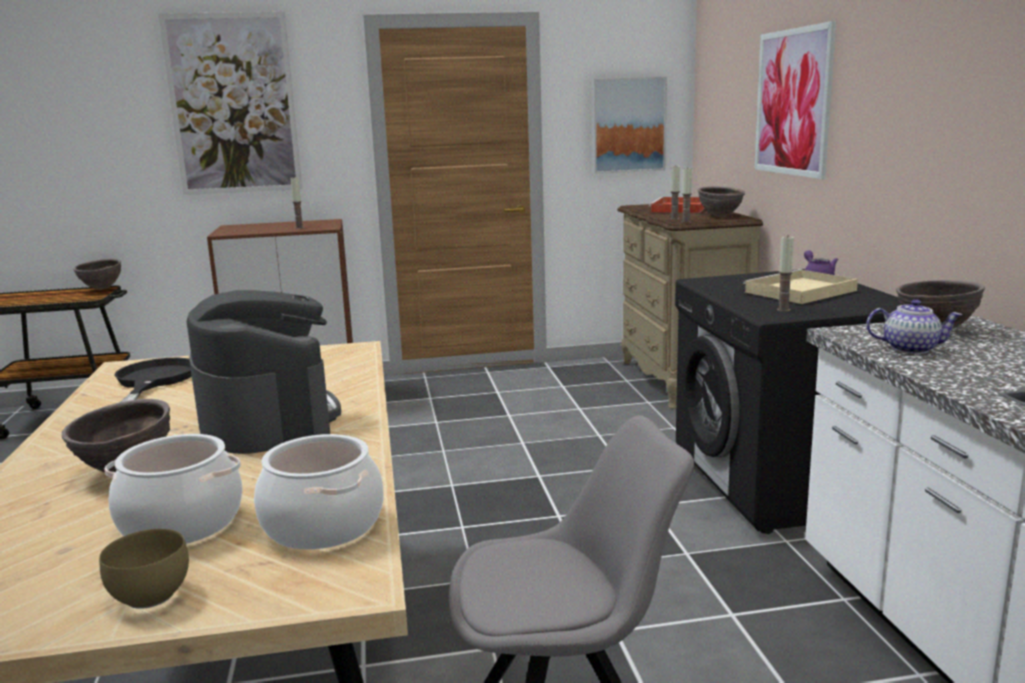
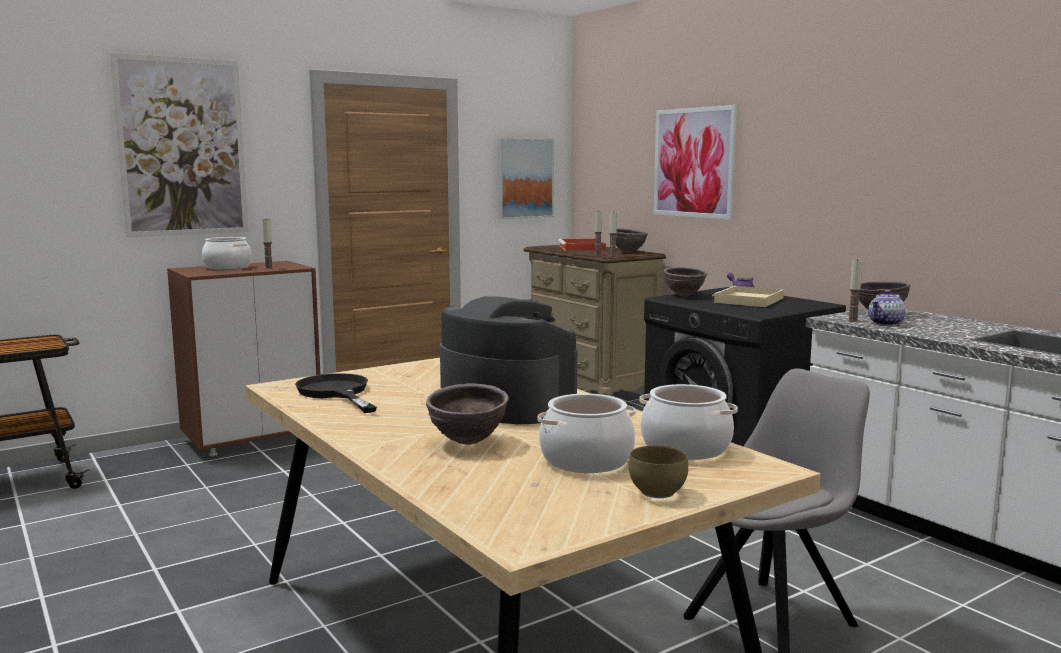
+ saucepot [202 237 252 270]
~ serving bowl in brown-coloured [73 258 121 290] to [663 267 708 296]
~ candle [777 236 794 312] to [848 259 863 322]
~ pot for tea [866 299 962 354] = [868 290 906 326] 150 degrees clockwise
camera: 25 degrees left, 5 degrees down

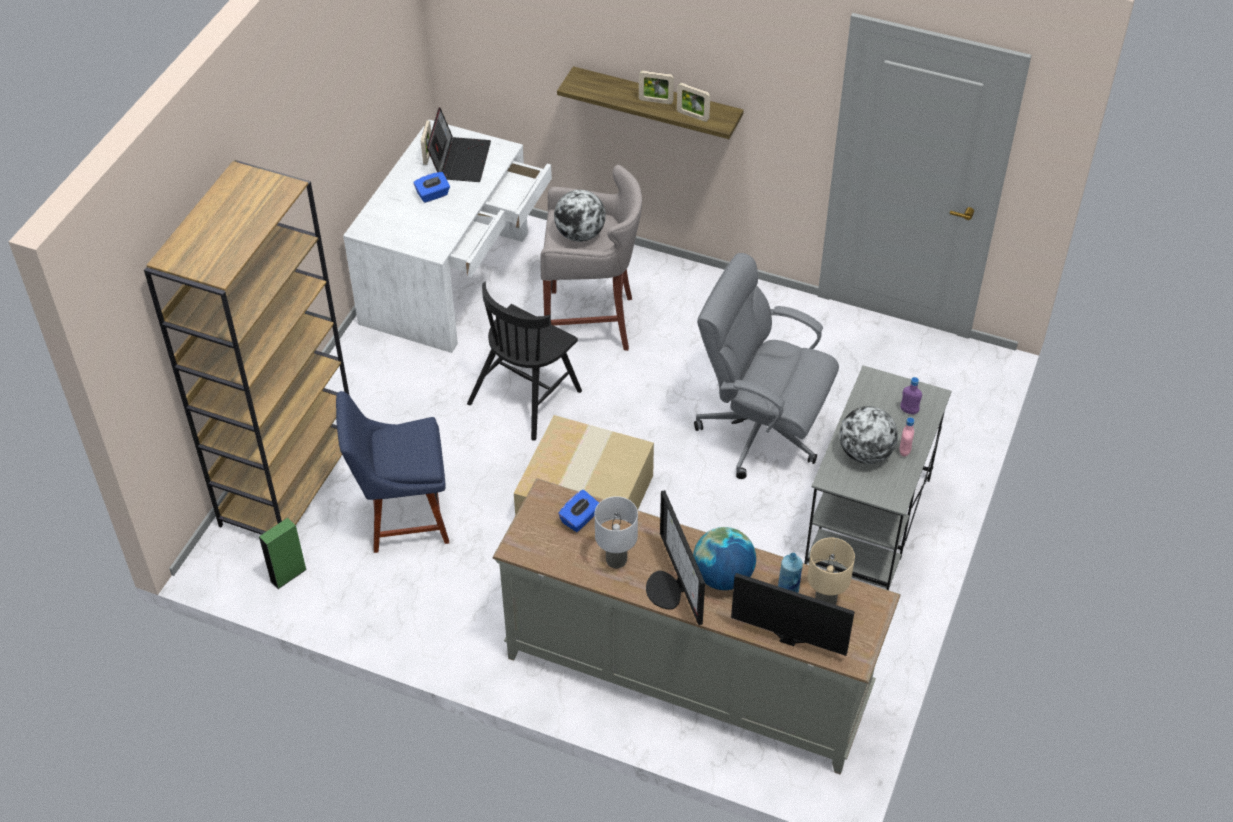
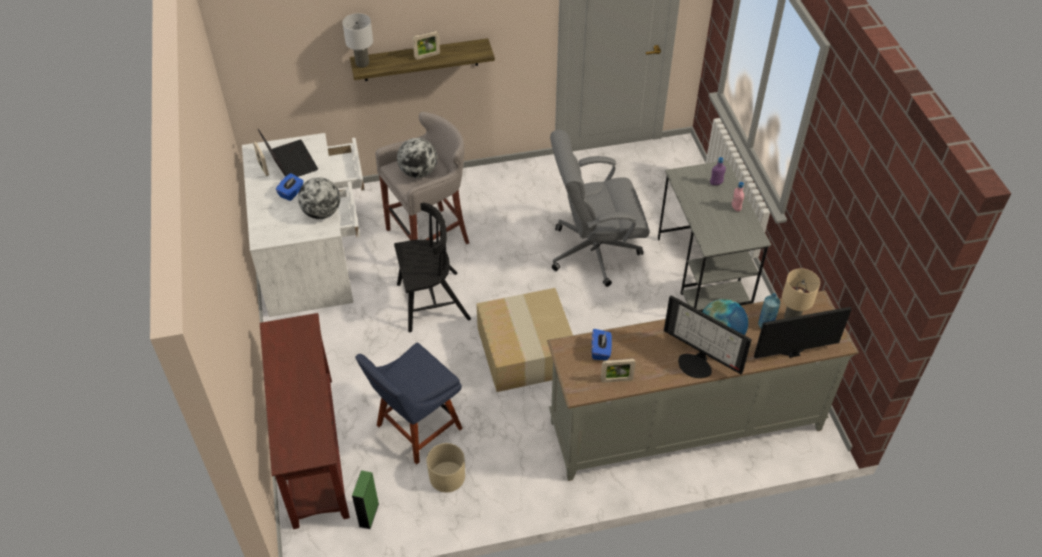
~ bookcase in brown-coloured [144 160 350 535] to narrow table in brown-coloured [260 313 350 529]
~ desk globe [839 406 898 464] to [298 177 340 219]
~ table lamp in white-coloured [595 496 638 569] to [342 13 373 68]
~ upright chair in black-coloured [467 281 582 441] = [394 202 471 332] 105 degrees counterclockwise
+ planter in beige-coloured [427 443 465 493]
~ standing frame [677 83 710 122] to [601 358 635 383]
camera: 35 degrees left, 0 degrees up

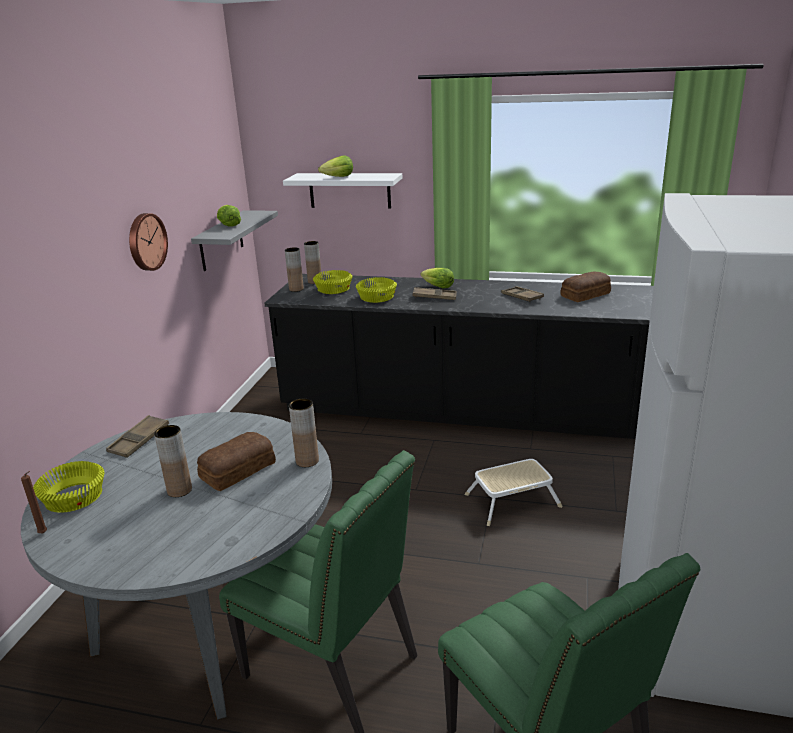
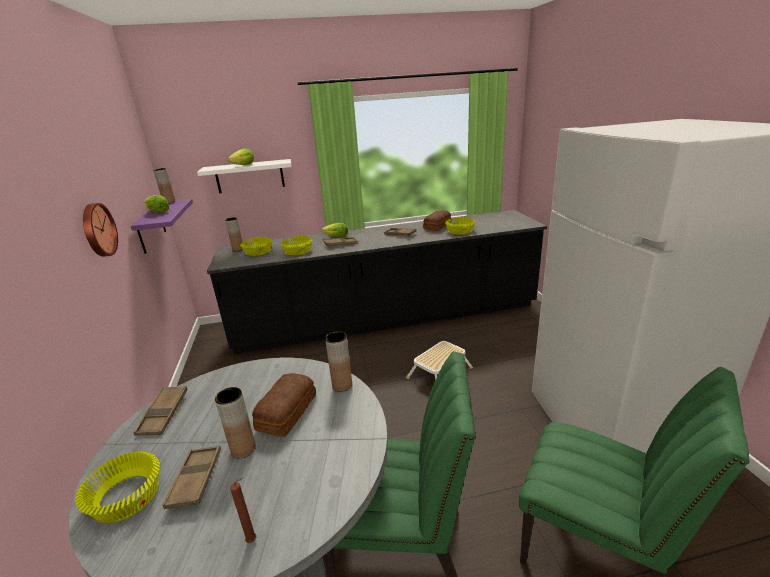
~ wall shelf in grey [191 210 278 271] to wall shelf in purple-coloured [131 199 193 254]
~ vase in brown-coloured [285 247 304 292] to [153 168 176 204]
+ tray in brown-coloured [163 446 221 509]
~ candle in brown-coloured [21 471 47 533] to [230 477 256 543]
+ serving bowl in yellow-coloured [445 217 475 235]
camera: 25 degrees left, 0 degrees up

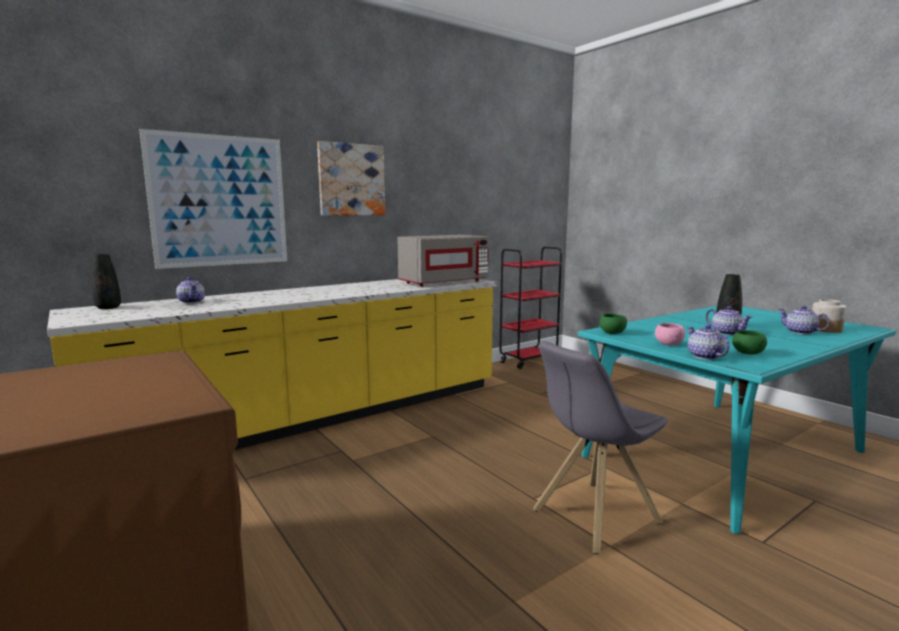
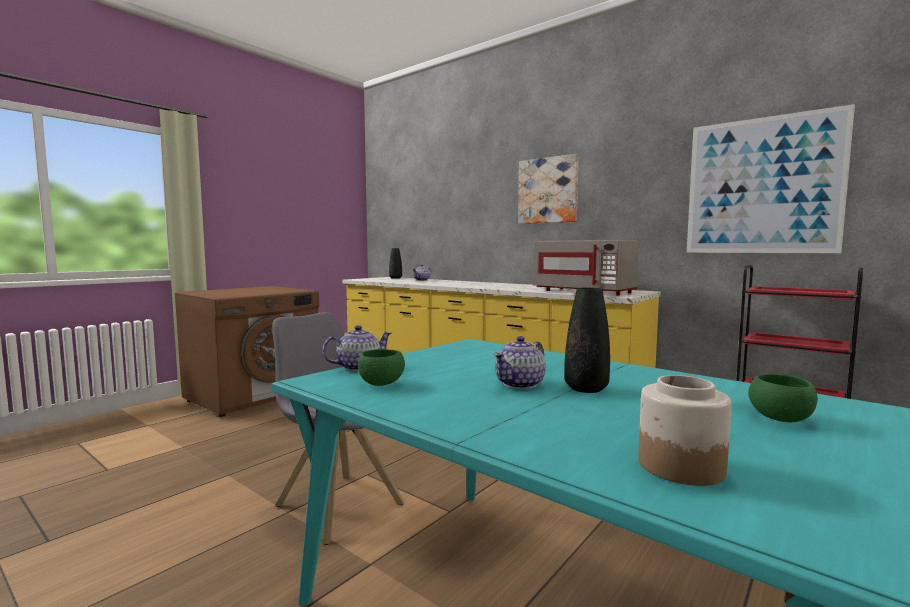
~ wall art [139 129 287 269] to [687 104 855 253]
~ serving bowl in green-coloured [600 314 627 334] to [748 374 818 422]
- serving bowl in pink-coloured [655 323 685 346]
- pot for tea [778 306 830 334]
camera: 75 degrees right, 5 degrees down

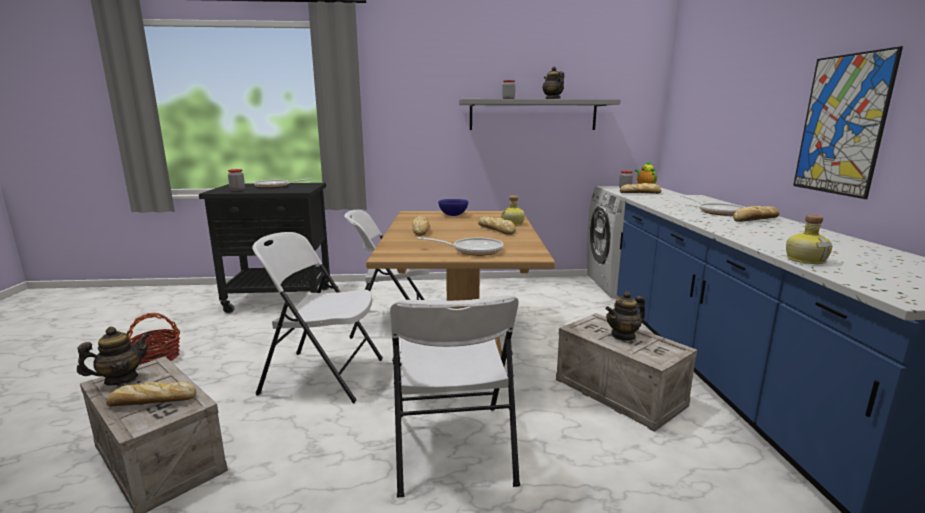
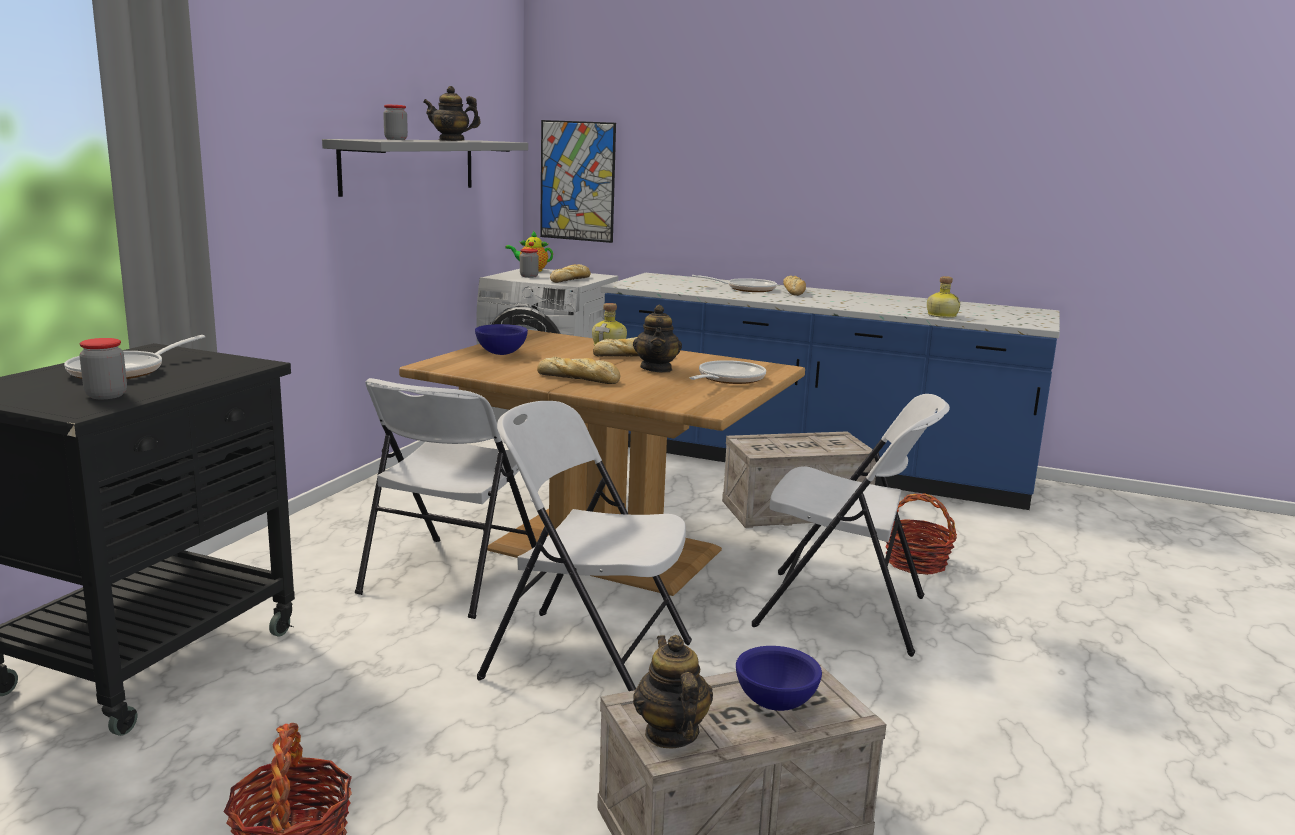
~ upright chair in white-coloured [252 232 383 404] = [477 401 692 691] 75 degrees clockwise
~ wall art [793 46 903 199] to [540 120 616 243]
~ pot for tea [605 291 645 341] to [633 305 682 373]
~ bakery bread [106 382 196 407] to serving bowl in blue-coloured [736 646 822 711]
+ basket [885 493 957 575]
camera: 65 degrees left, 0 degrees up

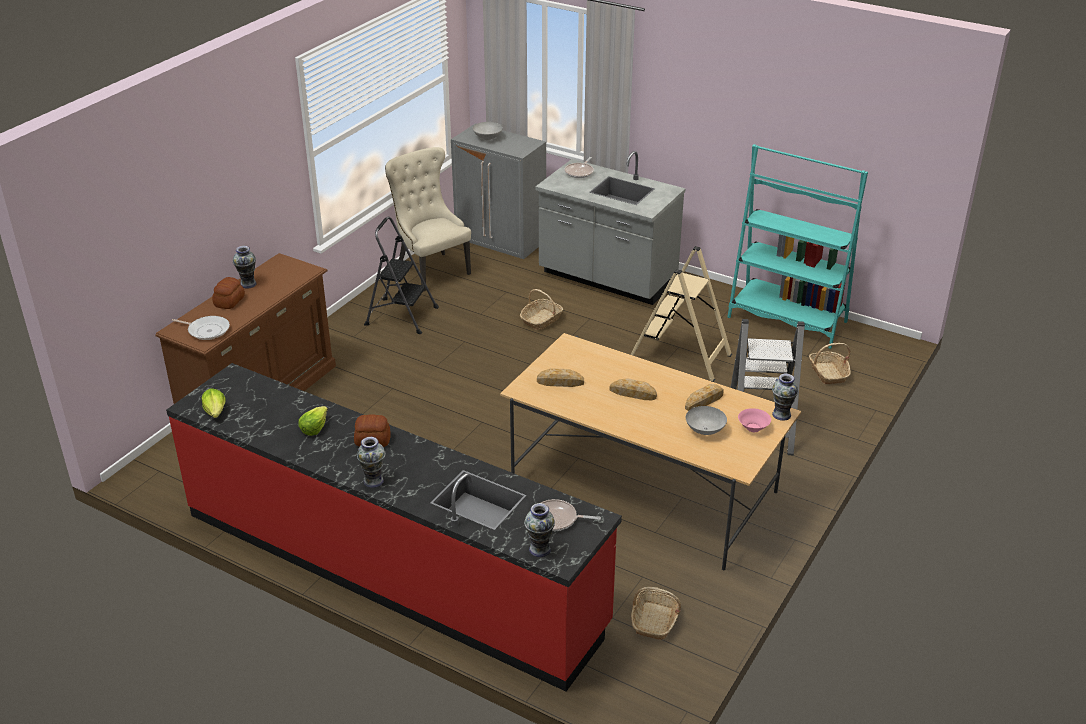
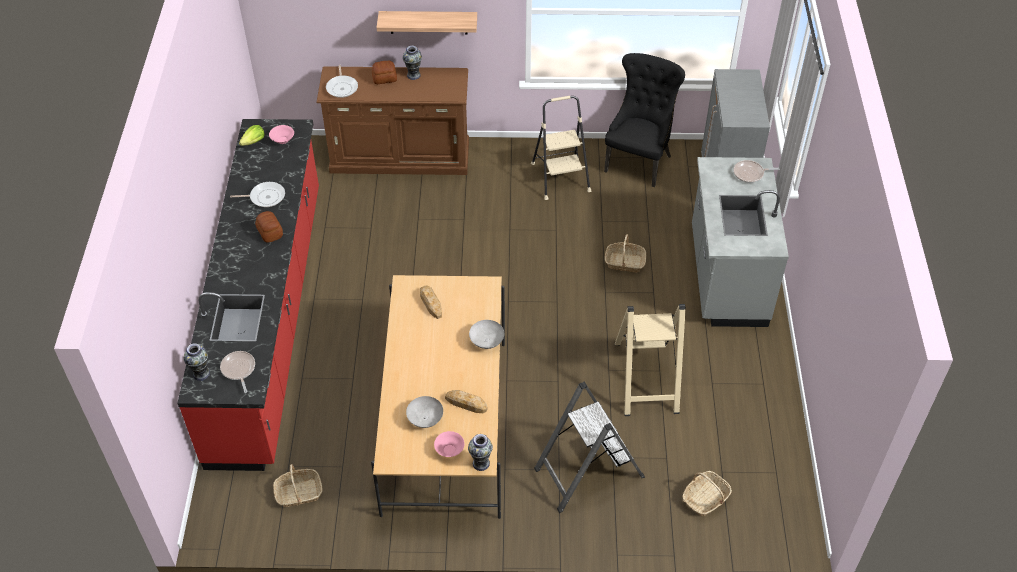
~ lettuce [298 406 328 436] to frying pan [230 182 285 207]
+ serving bowl in pink-coloured [269 125 294 144]
+ wall shelf [376 11 477 35]
~ serving bowl in grey [473 122 502 140] to [469 320 504 349]
~ step stool in black-coloured [364 217 439 334] to step stool in beige-coloured [531 96 591 200]
~ upright chair in beige-coloured [385 147 471 292] to upright chair in black-coloured [604 53 685 187]
- vase [357 437 386 488]
- bakery bread [609 378 657 400]
- bookcase in blue-green [728 144 868 349]
camera: 60 degrees right, 15 degrees up

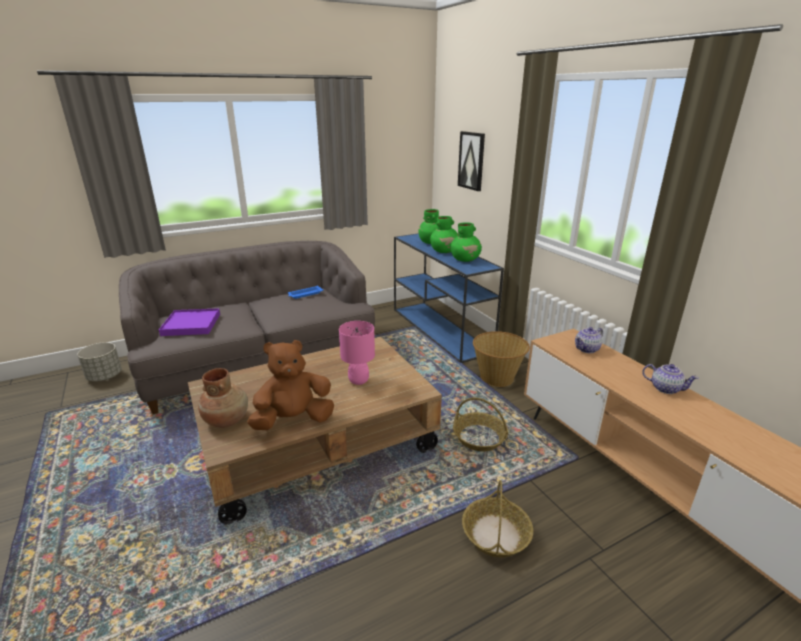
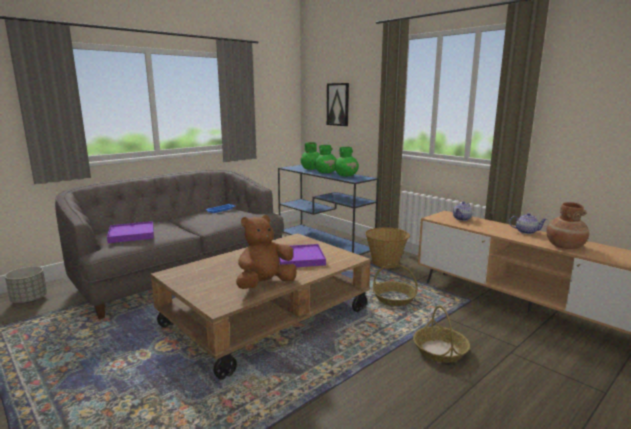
~ table lamp in pink-coloured [339 321 375 385] to tray in purple-coloured [279 244 326 267]
~ vase in brown-coloured [198 368 248 428] to [546 202 590 249]
camera: 15 degrees left, 10 degrees down

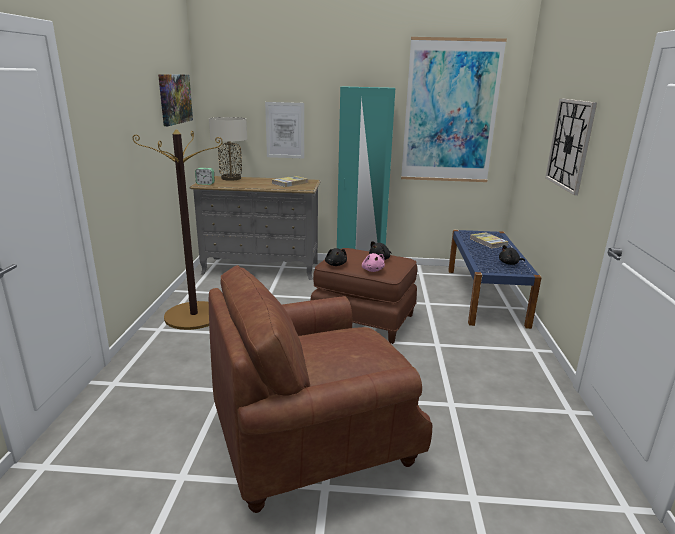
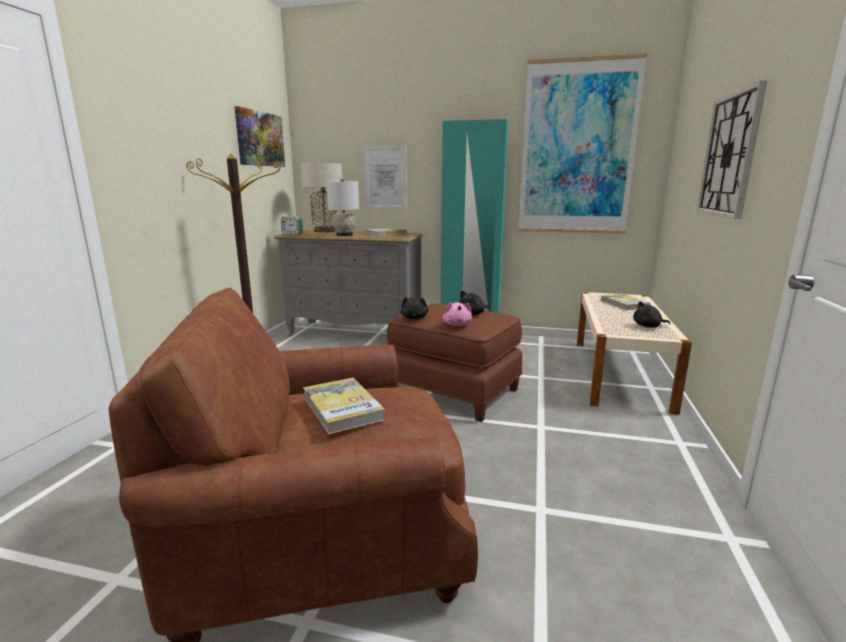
+ bound book [303 378 385 434]
+ table lamp in white-coloured [326 179 359 236]
~ indoor bench in blue-coloured [448 230 542 329] to indoor bench in beige-coloured [577 292 692 415]
camera: 10 degrees right, 5 degrees down

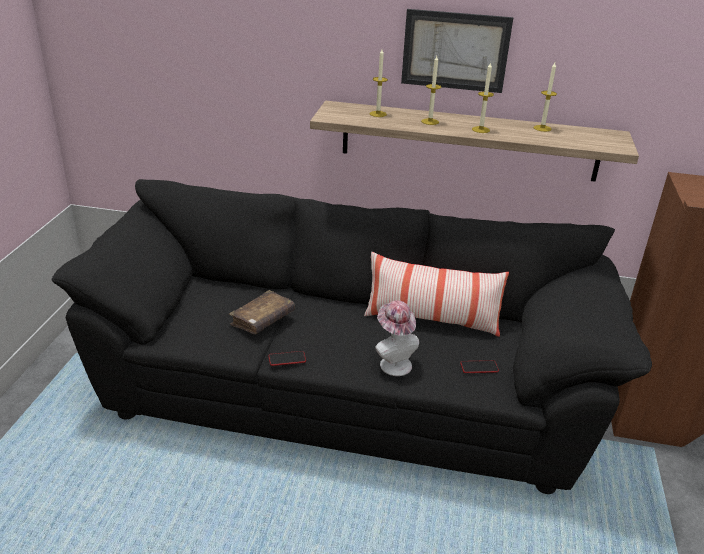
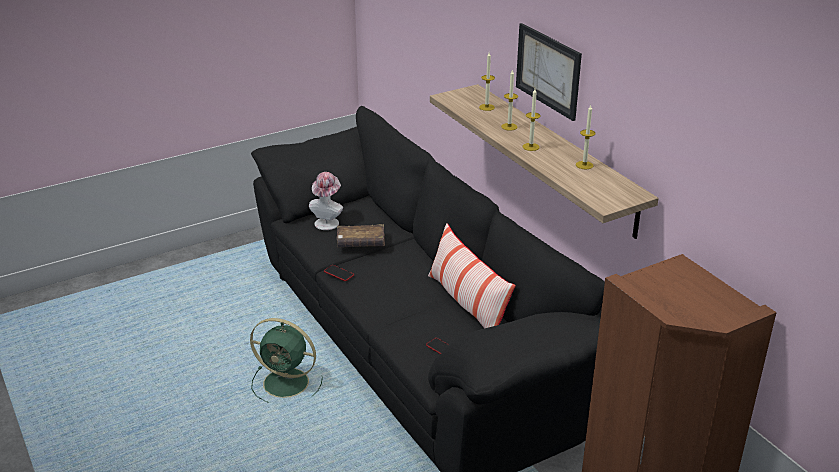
+ fan in green-coloured [250 318 323 403]
~ wearable hat [375 300 419 376] to [309 172 343 230]
camera: 50 degrees right, 0 degrees up

